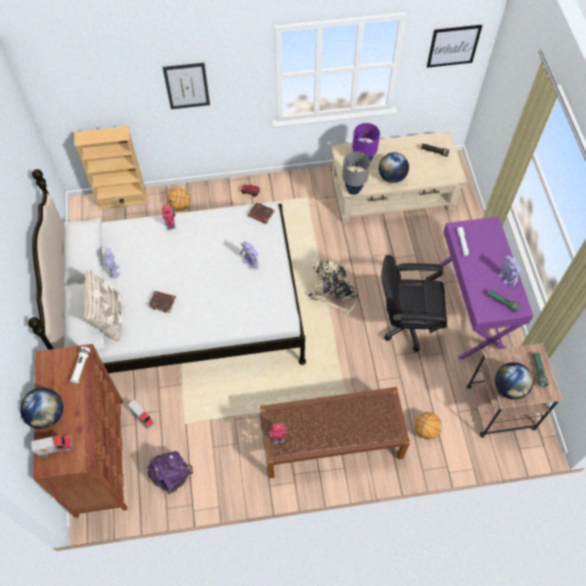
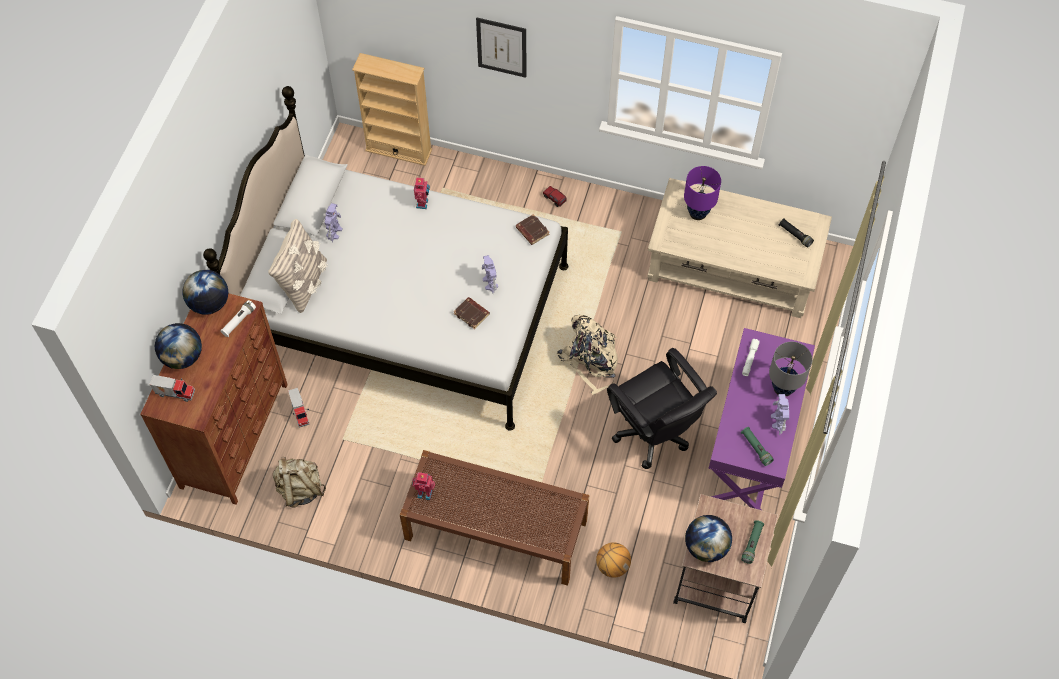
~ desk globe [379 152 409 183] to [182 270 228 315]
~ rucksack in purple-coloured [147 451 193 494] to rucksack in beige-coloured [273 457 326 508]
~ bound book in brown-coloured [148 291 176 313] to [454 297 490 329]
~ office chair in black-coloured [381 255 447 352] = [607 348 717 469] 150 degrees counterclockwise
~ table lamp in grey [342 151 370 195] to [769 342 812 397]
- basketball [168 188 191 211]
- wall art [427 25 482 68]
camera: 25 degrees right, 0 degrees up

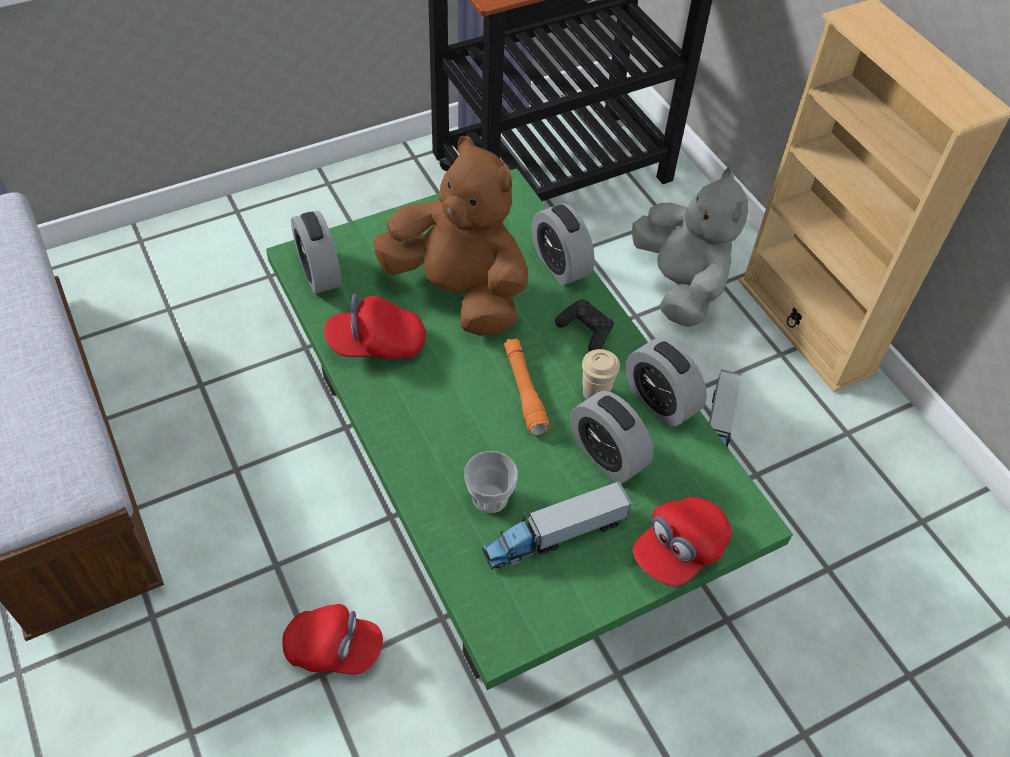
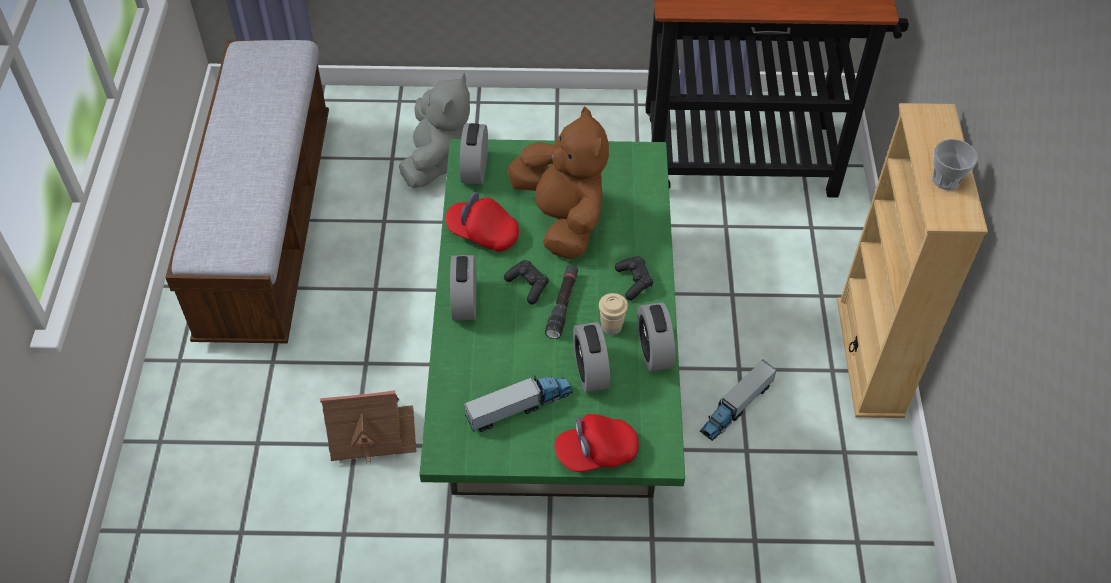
~ cap in red [282 604 383 674] to model house [320 390 416 464]
~ cuddly toy in grey [632 168 748 327] to [399 73 470 188]
~ bedside clock [532 203 595 285] to [450 255 476 320]
~ toy truck [482 481 632 570] = [463 375 573 432] 150 degrees clockwise
+ gamepad in black-coloured [504 260 549 304]
~ hand torch in orange-coloured [504 338 550 435] to hand torch in black-coloured [545 264 578 339]
~ cup [464 451 518 513] to [932 139 978 190]
camera: 30 degrees right, 0 degrees up

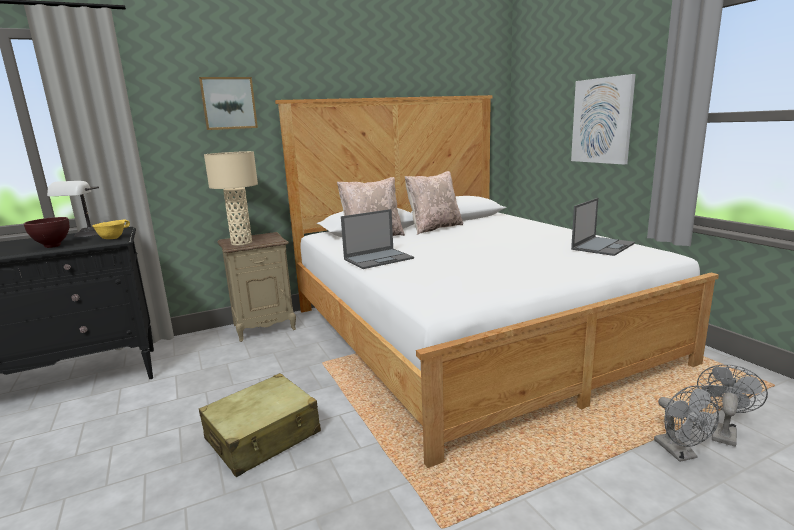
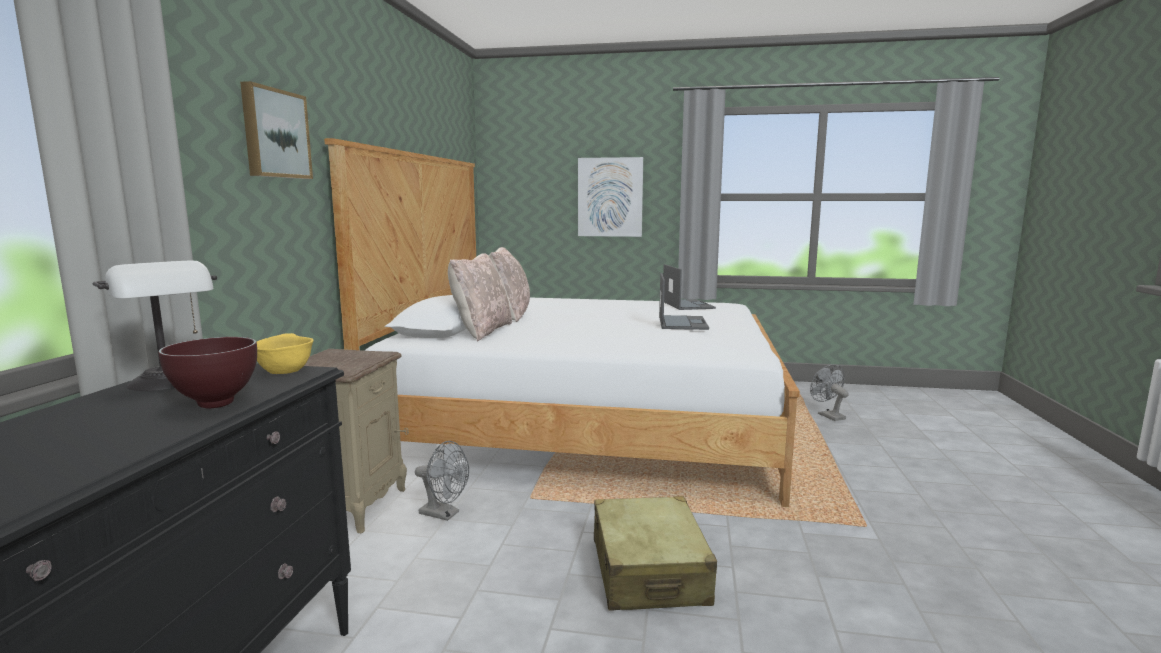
~ fan in grey [654 386 719 462] to [415 441 469 521]
~ laptop [341 209 414 269] to [659 273 709 330]
- table lamp in beige-coloured [204 151 258 246]
camera: 55 degrees left, 5 degrees down

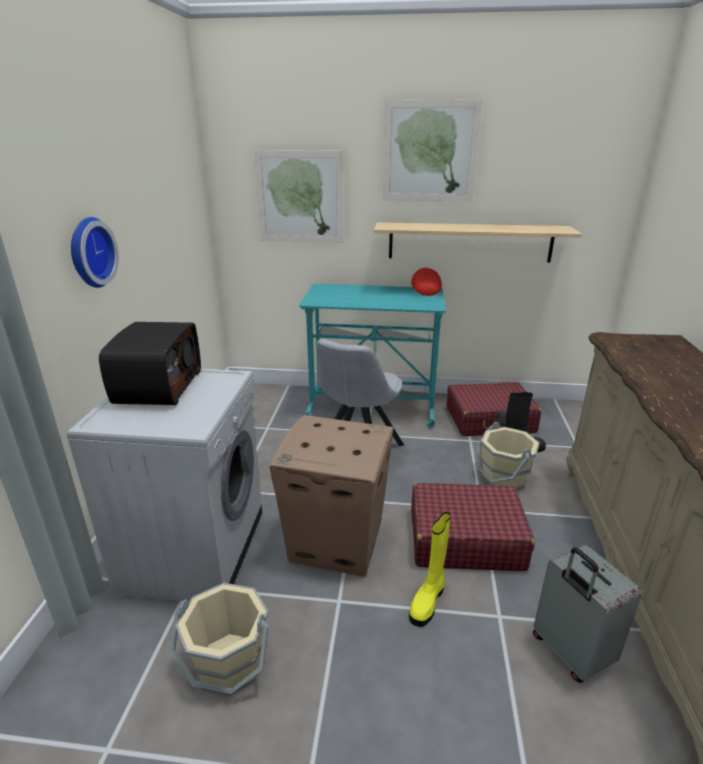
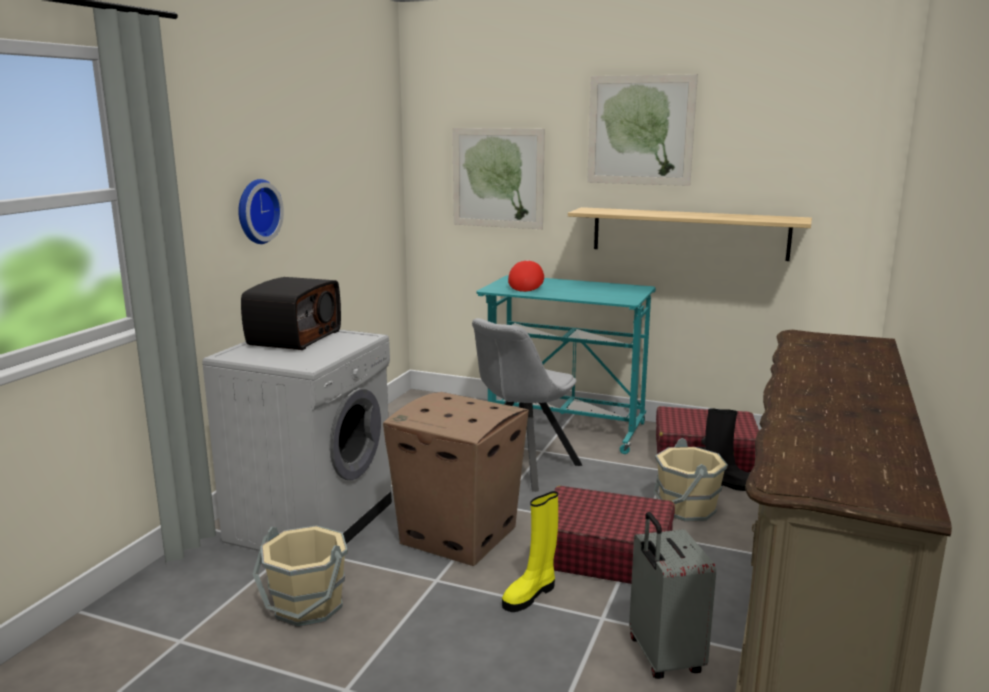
~ cap in red [411 267 442 296] to [508 260 544 292]
camera: 15 degrees right, 10 degrees down

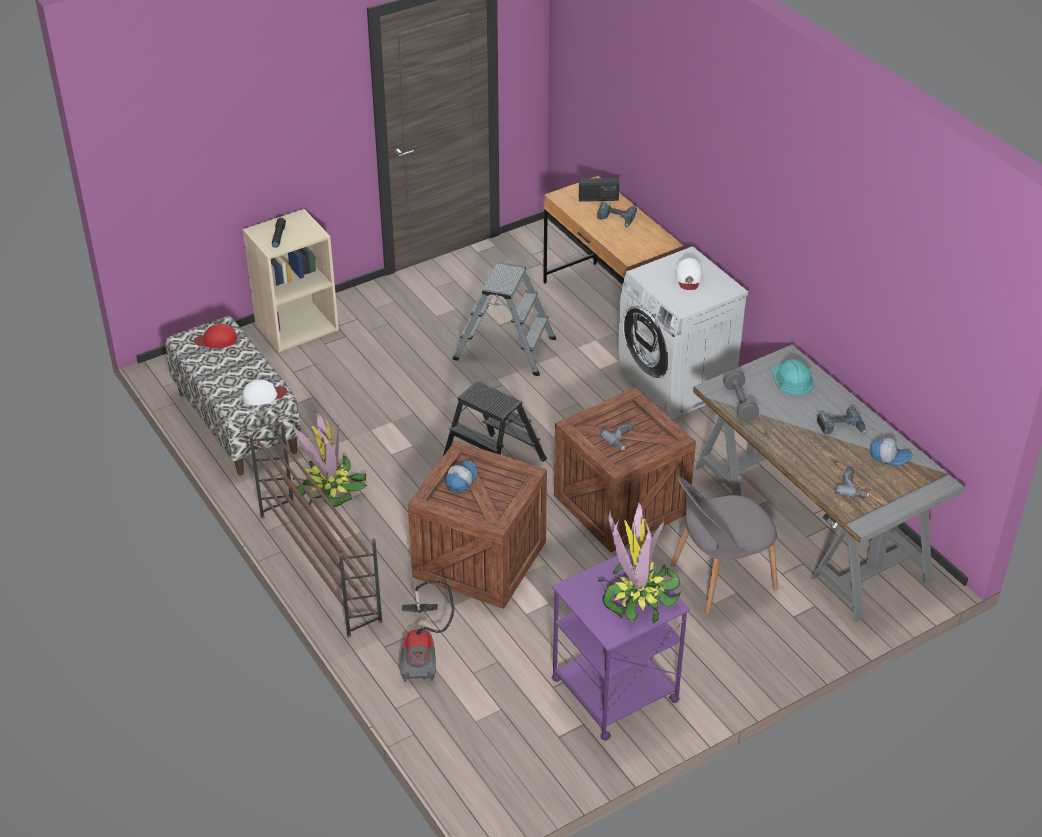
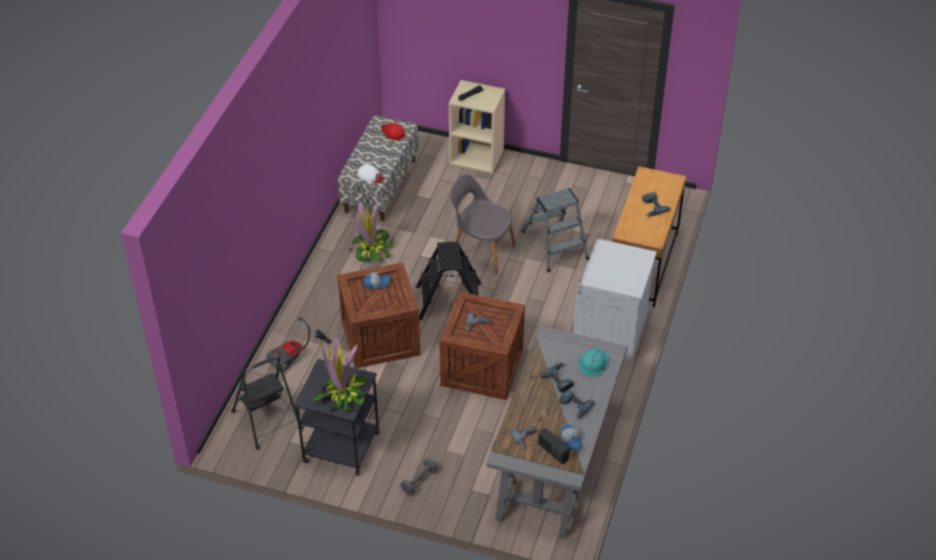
+ step stool in black-coloured [231 355 303 450]
~ wheeled cart in purple-coloured [552 550 690 741] to wheeled cart in black-coloured [294 359 380 476]
~ hand weight in grey [723 370 759 421] to [400 458 438 495]
~ upright chair in grey [671 477 778 615] to [450 174 516 274]
~ radio set [579 178 620 202] to [538 428 570 464]
+ power drill [540 362 574 393]
- shoe rack in brown-coloured [249 423 383 637]
- cap in white-coloured [675 258 702 290]
camera: 50 degrees right, 5 degrees up

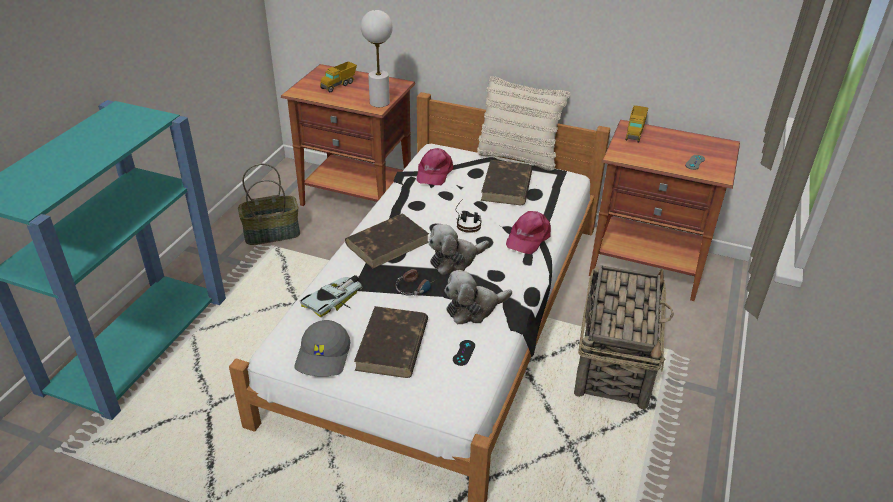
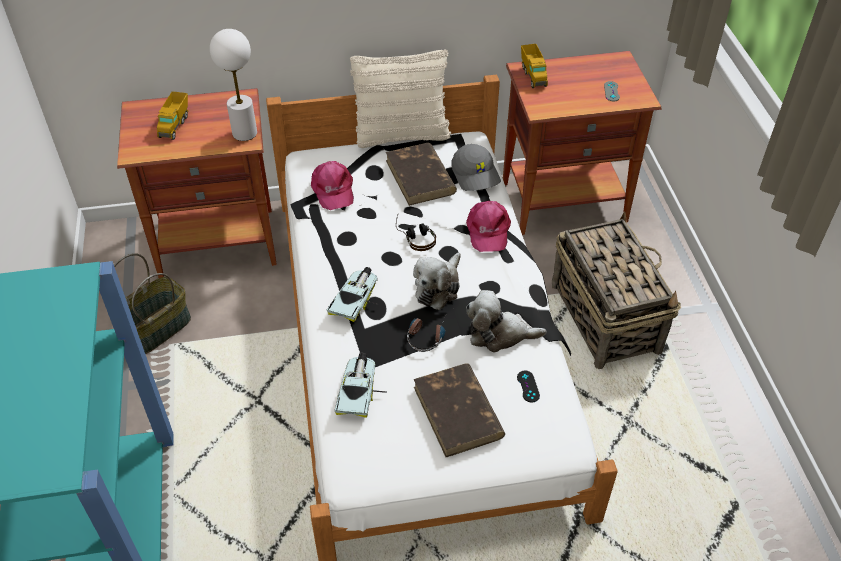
~ bound book in brown-coloured [345 214 429 268] to model car [327 267 379 322]
~ cap in grey [294 320 350 376] to [451 144 501 191]
~ cuddly toy [444 270 512 324] = [466 290 546 352] 60 degrees clockwise
camera: 30 degrees left, 10 degrees up

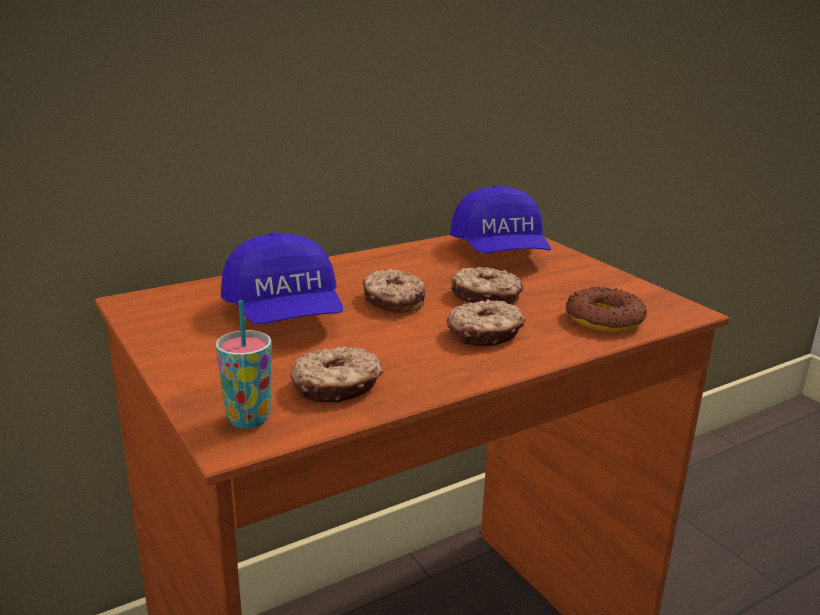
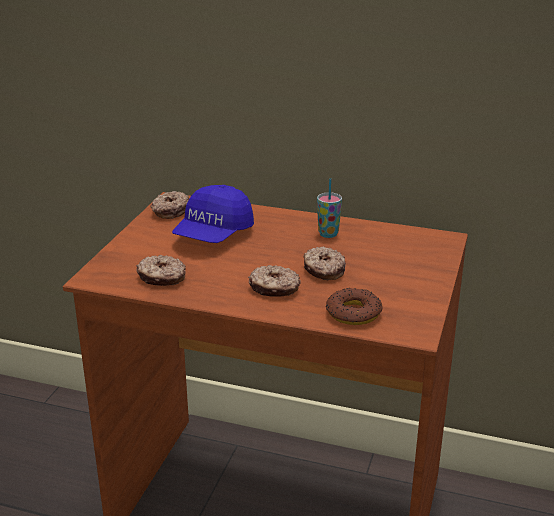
~ donut [363 269 426 313] to [150 191 189 219]
~ cup [215 300 272 429] to [317 178 342 238]
- cap in blue-coloured [450 185 551 253]
camera: 50 degrees right, 5 degrees up

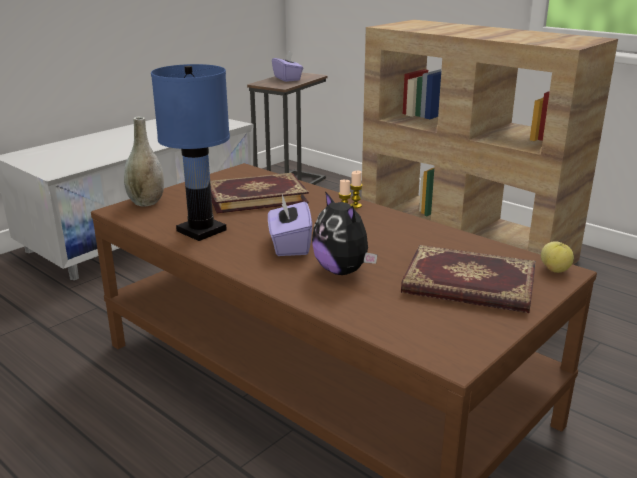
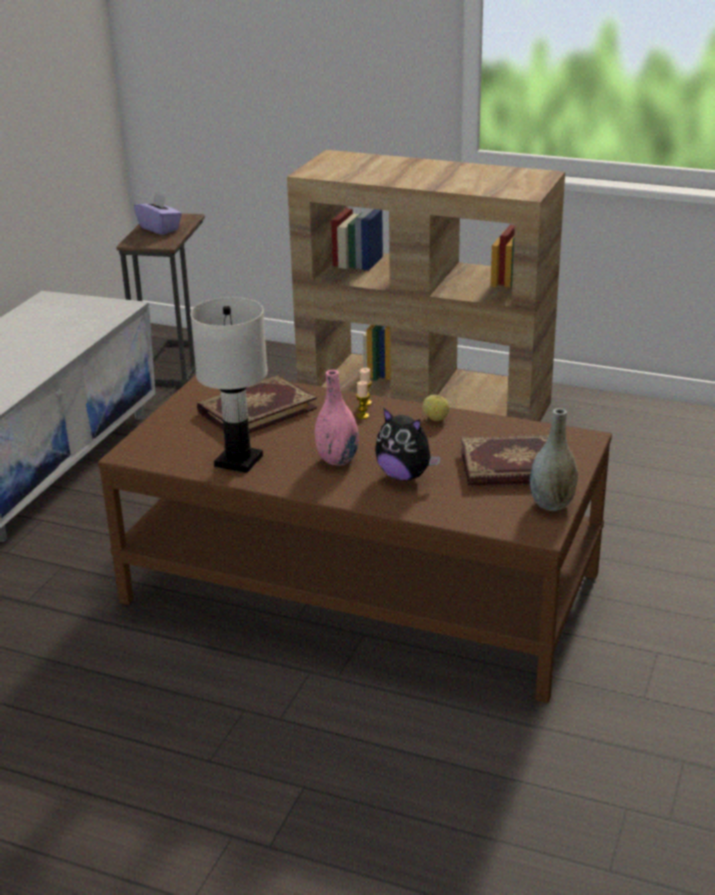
~ table lamp in blue-coloured [151 64 230 241] to table lamp in white-coloured [190 297 268 473]
~ tissue box in purple-coloured [268 194 312 256] to vase in pink-coloured [315 370 359 466]
~ apple fruit [541 241 574 273] to [422 395 449 421]
~ vase in grey [124 117 164 207] to [530 408 578 511]
camera: 20 degrees left, 5 degrees up

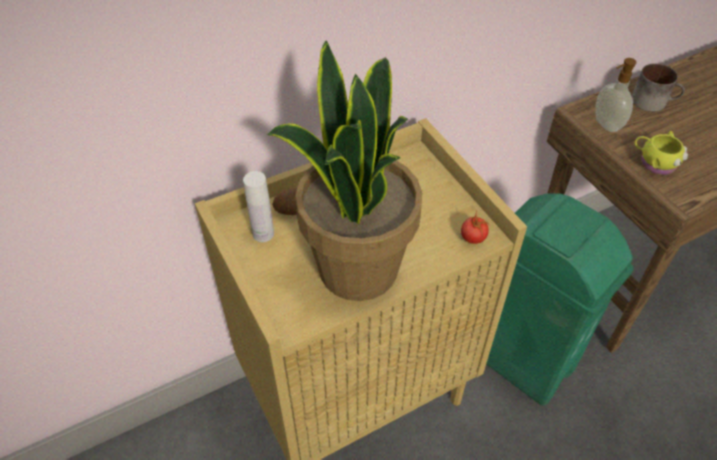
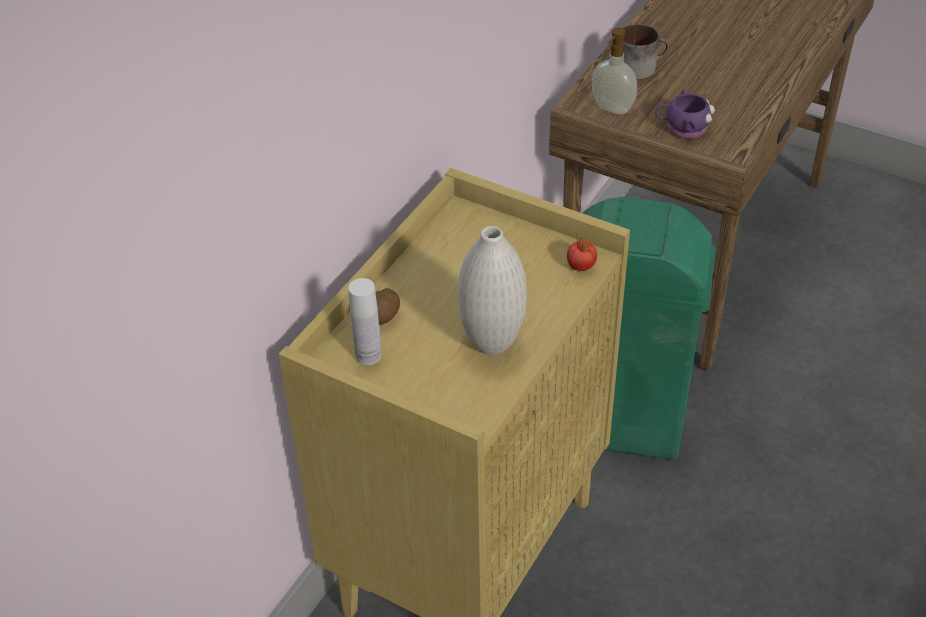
~ houseplant [267 40 422 301] to vase in white-coloured [458 226 527 355]
~ mug in yellow-coloured [634 131 688 175] to mug in purple-coloured [655 89 715 139]
camera: 30 degrees left, 5 degrees down

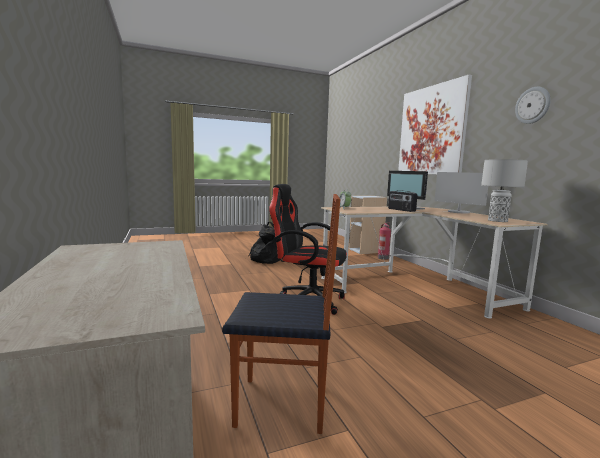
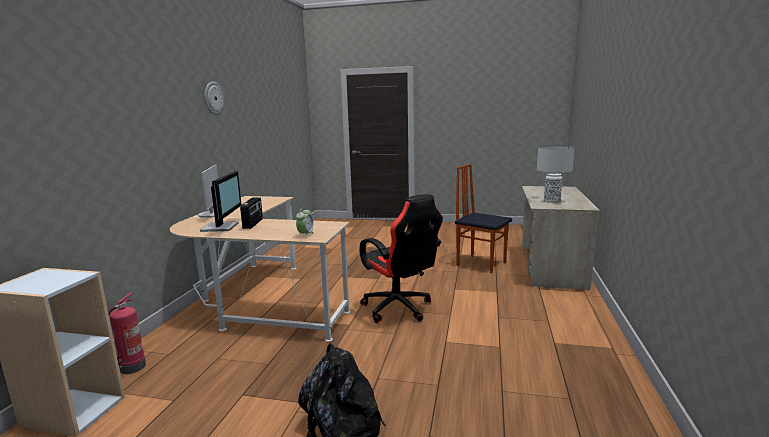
~ table lamp in white-coloured [481 159 528 222] to [537 145 574 203]
- wall art [398 75 472 174]
camera: 145 degrees left, 5 degrees up

